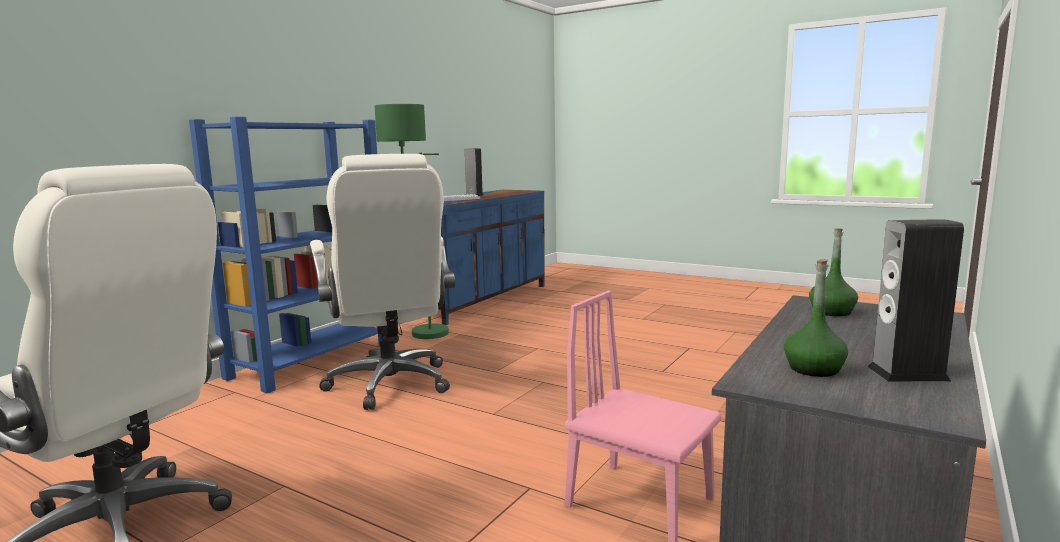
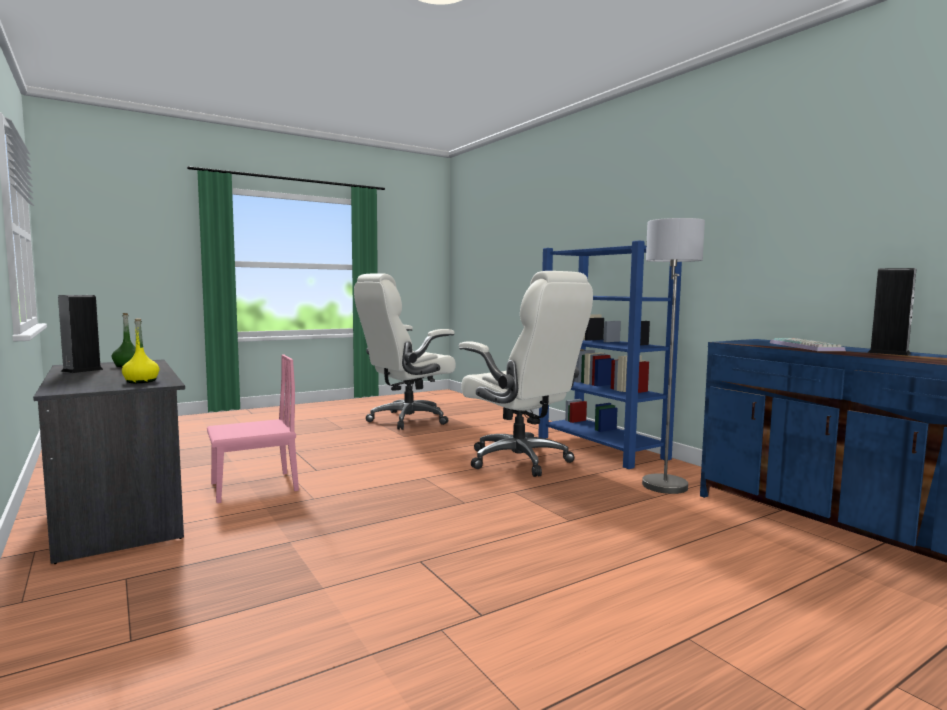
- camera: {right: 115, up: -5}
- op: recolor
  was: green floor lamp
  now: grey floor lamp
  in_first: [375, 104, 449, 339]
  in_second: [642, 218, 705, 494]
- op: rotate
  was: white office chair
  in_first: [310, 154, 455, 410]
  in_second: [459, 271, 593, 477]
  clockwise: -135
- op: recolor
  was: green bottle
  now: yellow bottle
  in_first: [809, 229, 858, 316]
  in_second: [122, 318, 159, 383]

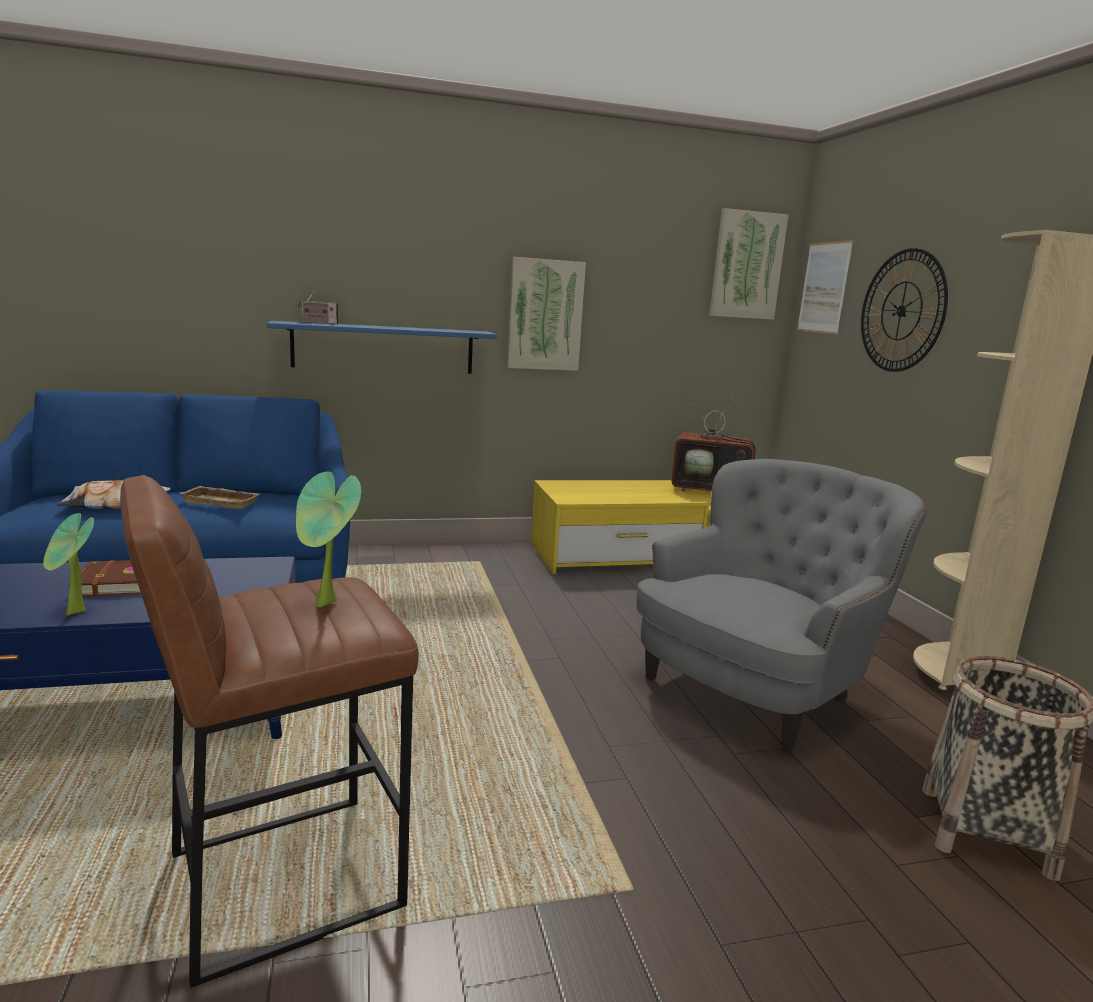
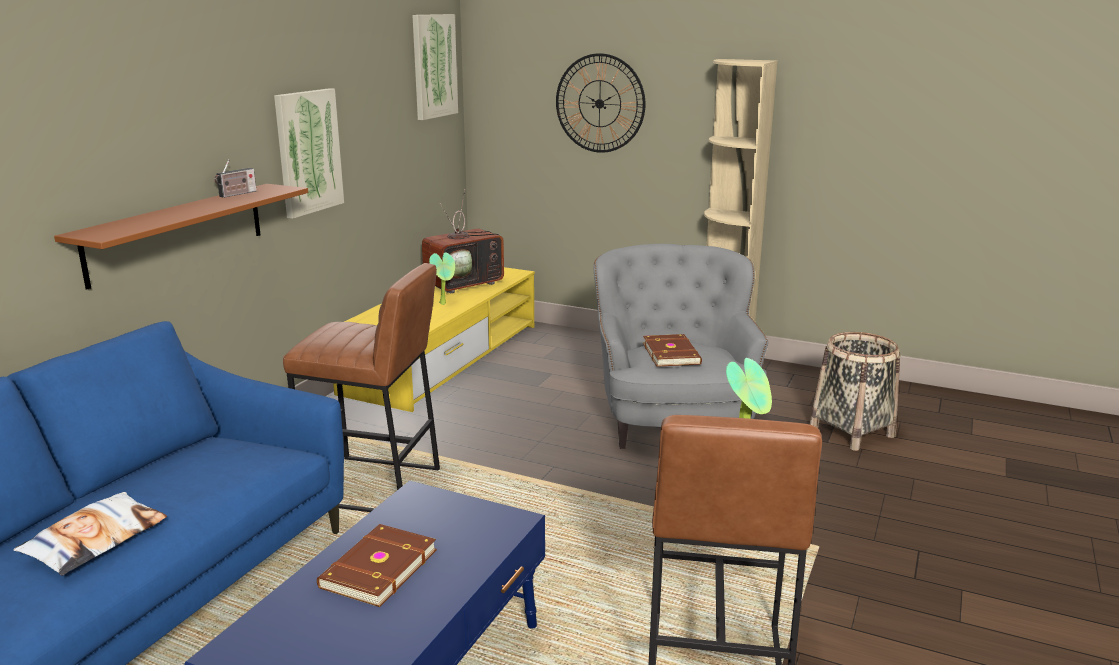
- camera: {right: -50, up: 5}
- op: delete
  was: picture
  in_first: [797, 240, 853, 335]
- op: move
  was: radio
  in_first: [298, 290, 338, 324]
  in_second: [214, 159, 257, 198]
- op: recolor
  was: blue shelf
  now: brown shelf
  in_first: [267, 321, 497, 374]
  in_second: [54, 184, 308, 290]
- op: delete
  was: beige tray
  in_first: [180, 486, 260, 509]
- op: move
  was: potted plant
  in_first: [43, 513, 94, 616]
  in_second: [429, 252, 455, 305]
- op: insert
  now: brown stool
  in_second: [283, 263, 440, 512]
- op: insert
  now: brown book
  in_second: [643, 334, 702, 367]

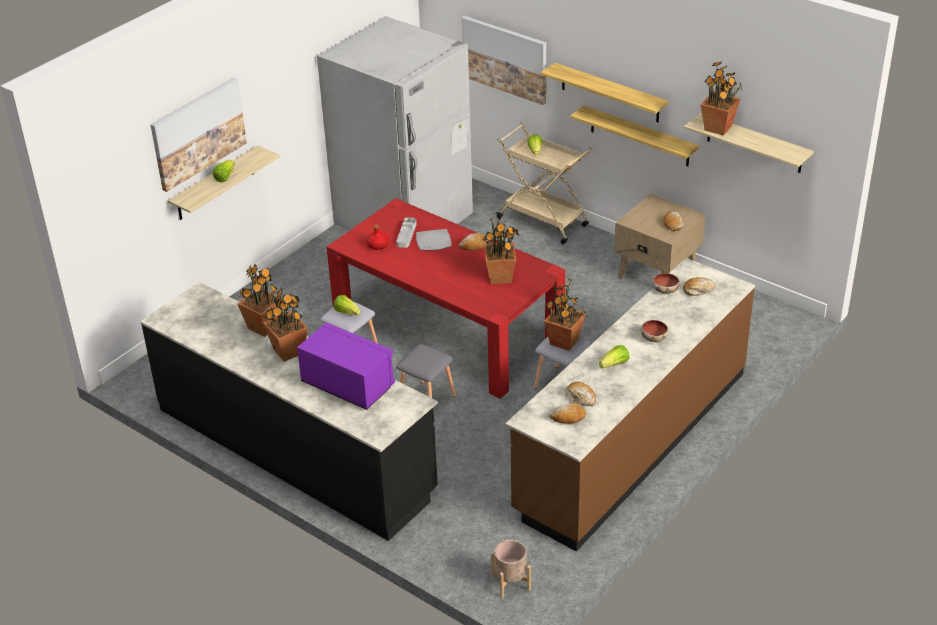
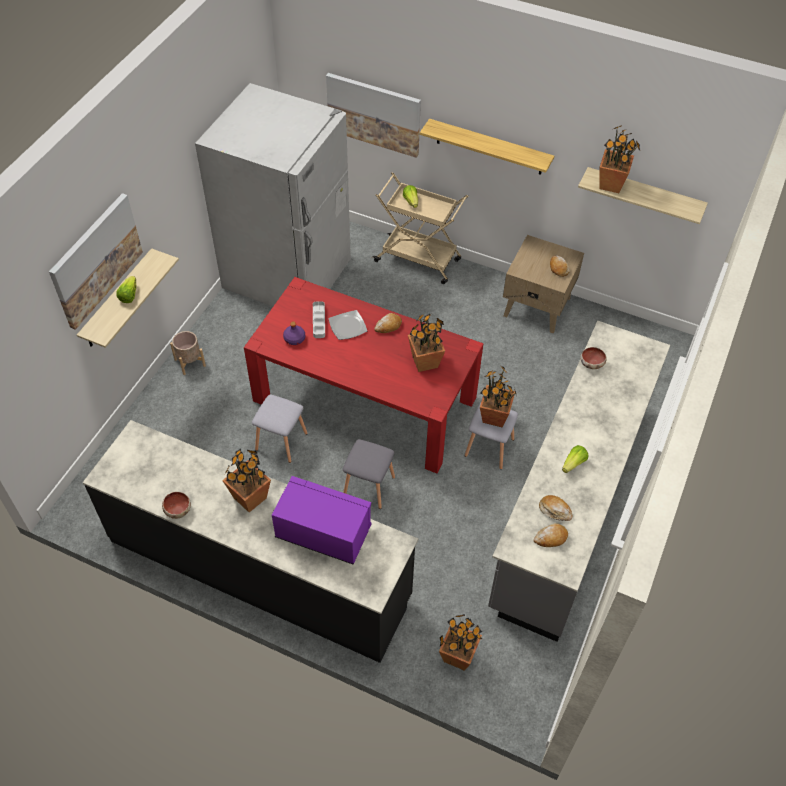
- camera: {right: -15, up: 15}
- op: delete
  was: shelf
  in_first: [570, 105, 699, 166]
- op: recolor
  was: red bottle
  now: purple bottle
  in_first: [366, 224, 389, 250]
  in_second: [283, 321, 305, 345]
- op: recolor
  was: brown counter
  now: grey counter
  in_first: [505, 258, 755, 551]
  in_second: [488, 321, 670, 642]
- op: move
  was: potted plant
  in_first: [237, 264, 283, 337]
  in_second: [439, 614, 482, 671]
- op: delete
  was: bread
  in_first: [683, 277, 716, 296]
- op: delete
  was: lettuce
  in_first: [334, 295, 360, 315]
- op: move
  was: bowl
  in_first: [641, 320, 668, 342]
  in_second: [162, 492, 191, 519]
- op: move
  was: beige planter
  in_first: [491, 540, 531, 598]
  in_second: [170, 331, 206, 375]

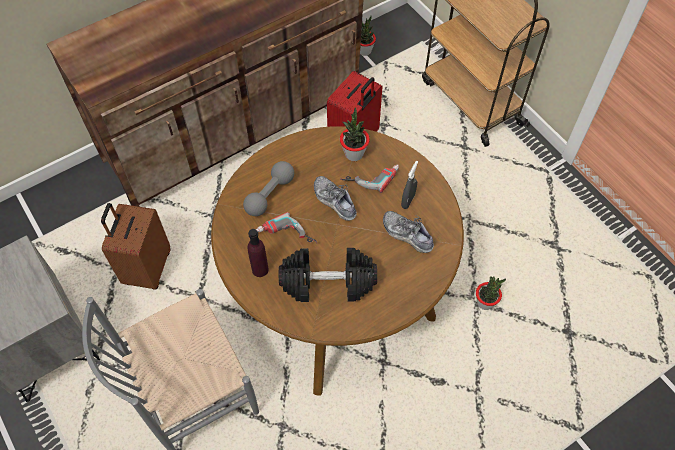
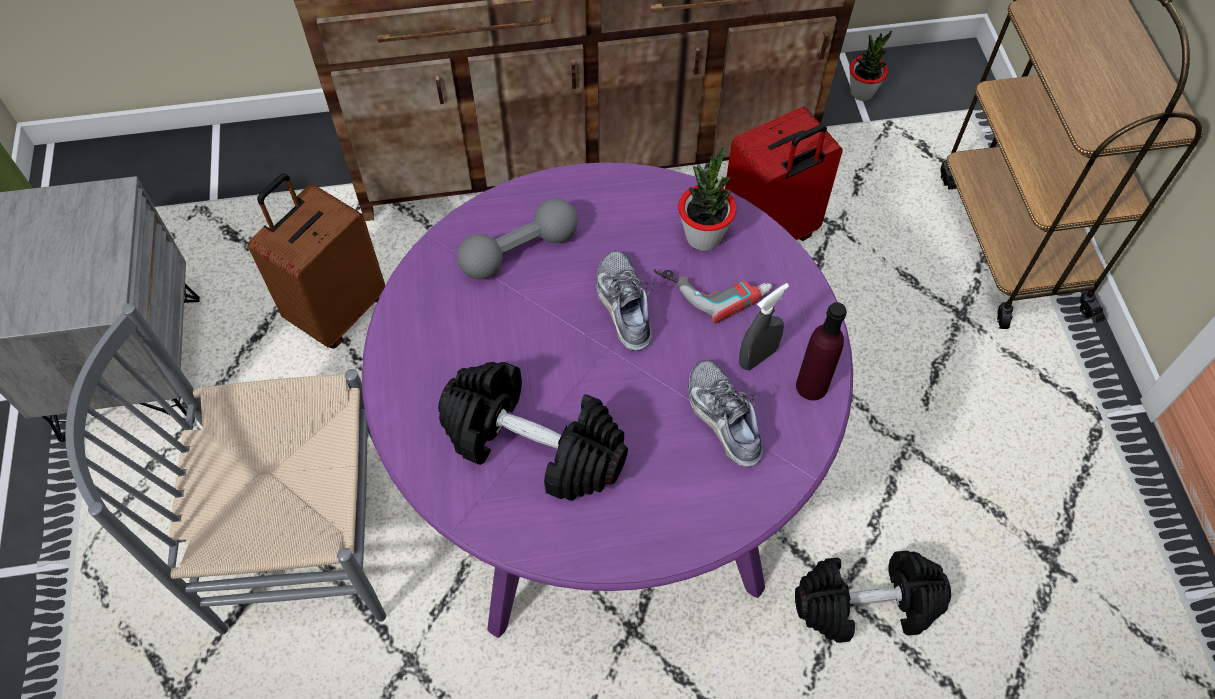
- camera: {right: 25, up: 0}
- op: recolor
  was: brown dining table
  now: purple dining table
  in_first: [211, 126, 464, 396]
  in_second: [362, 162, 853, 638]
- op: delete
  was: power drill
  in_first: [256, 212, 318, 244]
- op: move
  was: purple bottle
  in_first: [247, 229, 269, 277]
  in_second: [796, 302, 847, 400]
- op: replace
  was: potted plant
  now: black dumbbell
  in_first: [476, 276, 506, 310]
  in_second: [795, 551, 951, 643]

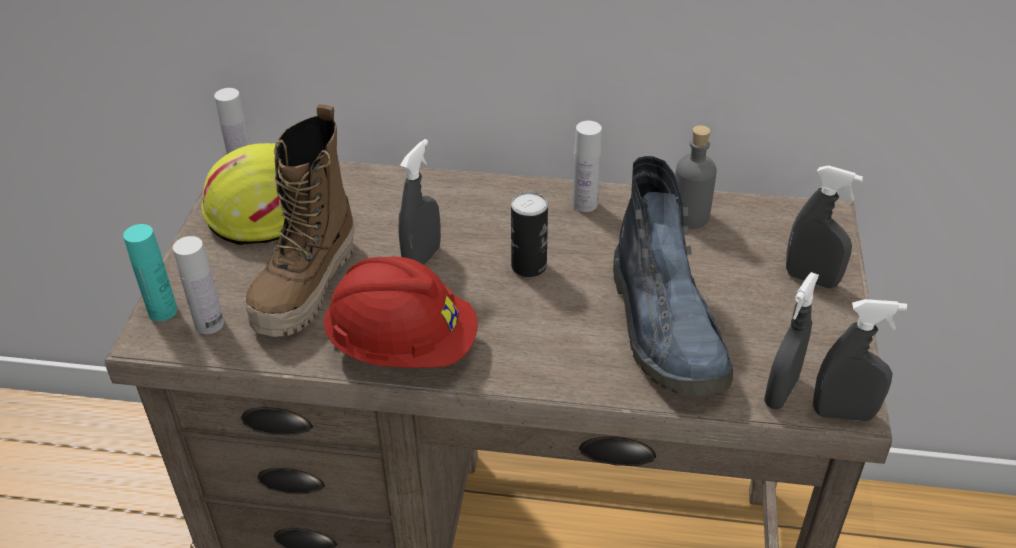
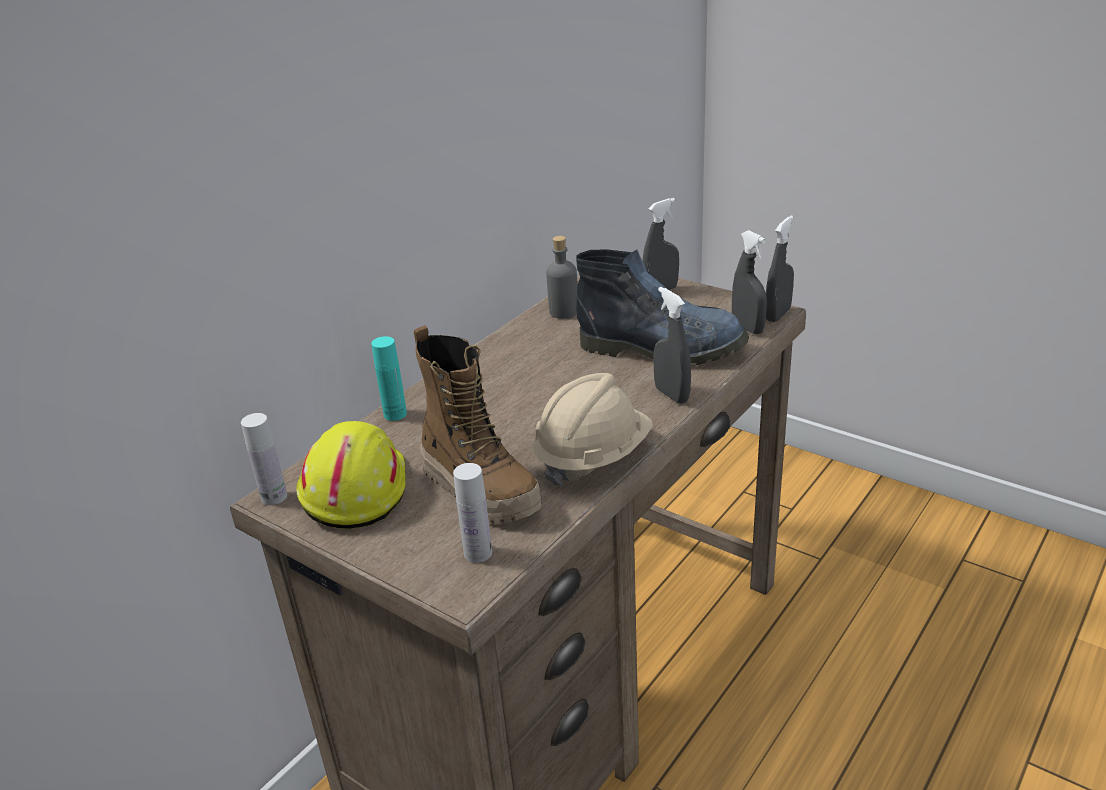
- camera: {right: -60, up: -10}
- op: delete
  was: white bottle
  in_first: [572, 121, 602, 212]
- op: move
  was: grey spray bottle
  in_first: [398, 139, 441, 265]
  in_second: [653, 287, 691, 404]
- op: delete
  was: can
  in_first: [511, 192, 548, 277]
- op: move
  was: turquoise bottle
  in_first: [123, 224, 177, 321]
  in_second: [371, 336, 407, 421]
- op: recolor
  was: red hard hat
  now: beige hard hat
  in_first: [323, 256, 478, 368]
  in_second: [533, 373, 653, 486]

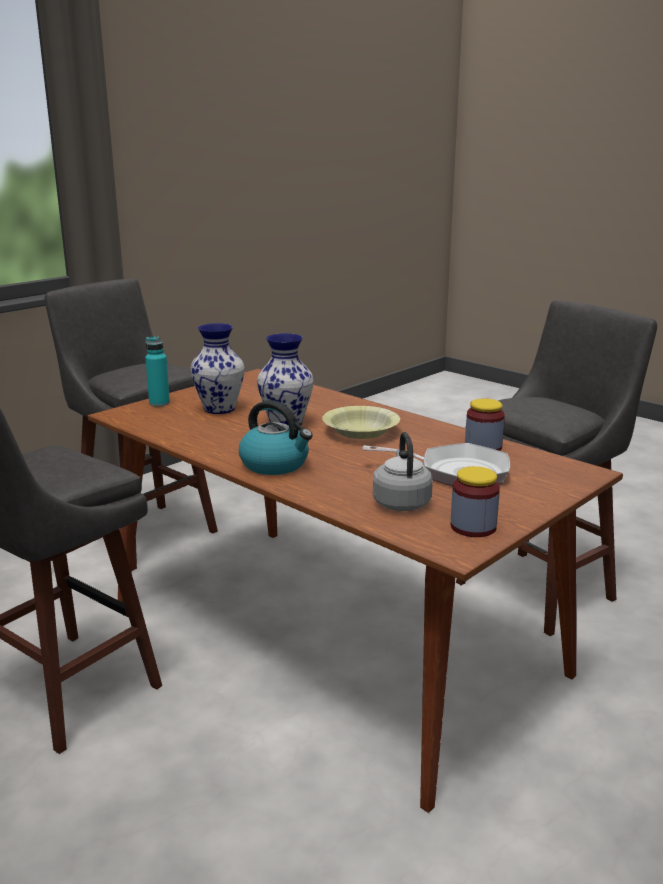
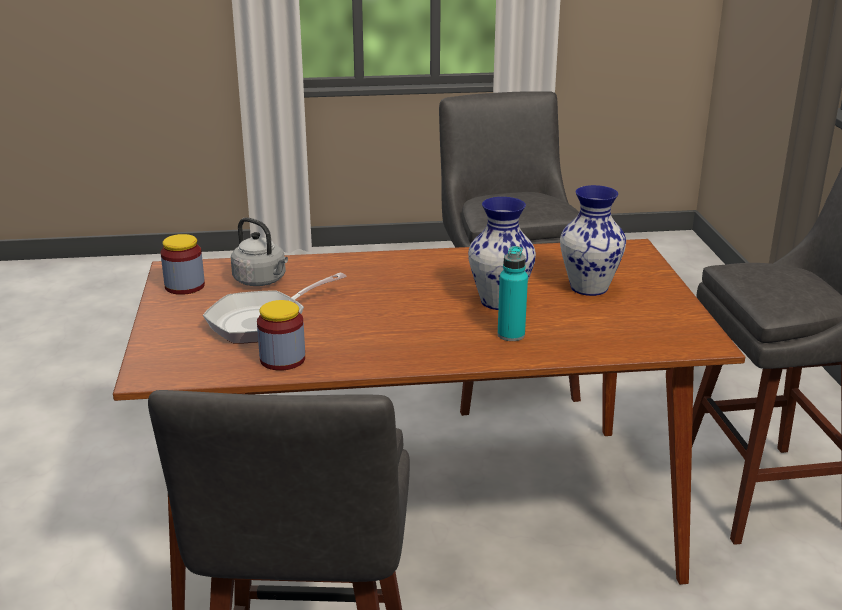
- camera: {right: 130, up: 5}
- op: move
  was: turquoise bottle
  in_first: [145, 336, 170, 407]
  in_second: [498, 246, 528, 341]
- op: delete
  was: kettle
  in_first: [239, 400, 313, 475]
- op: delete
  was: yellow bowl
  in_first: [322, 406, 400, 439]

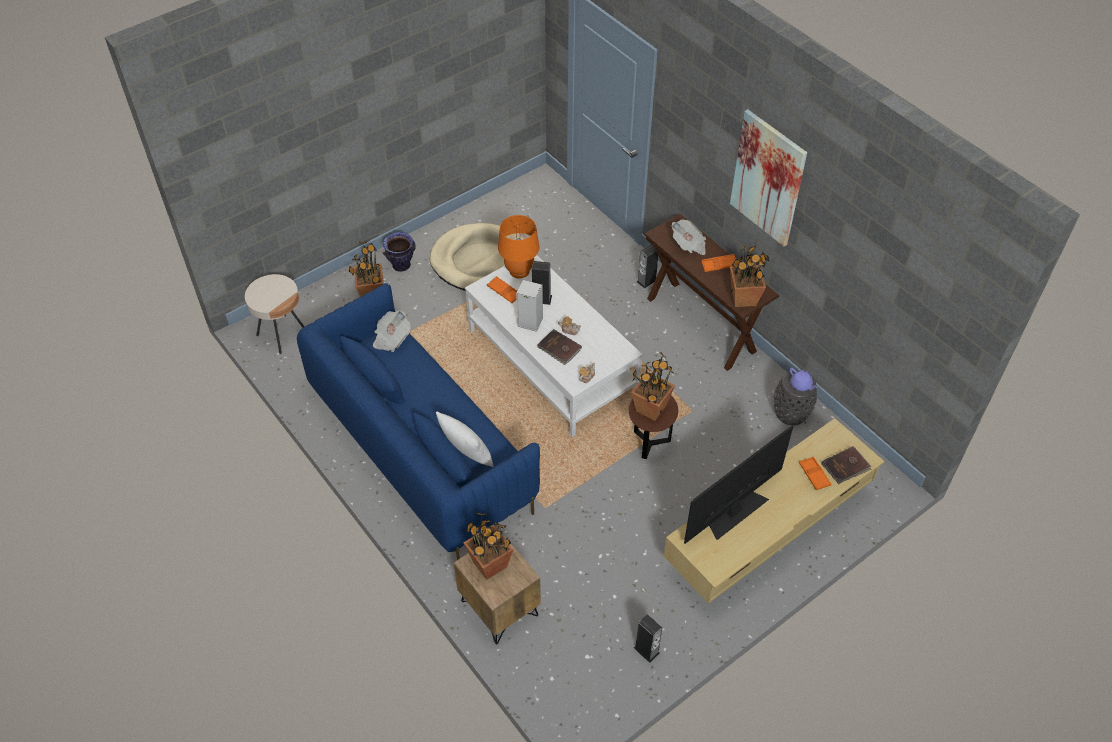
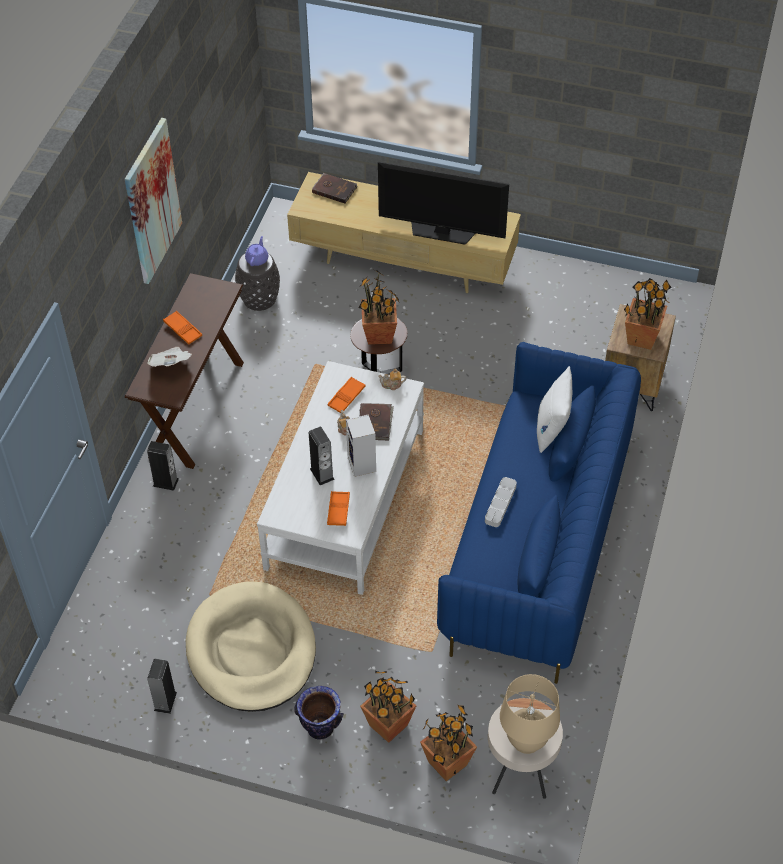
- camera: {right: -125, up: 0}
- op: delete
  was: orange table lamp
  in_first: [498, 215, 539, 278]
- op: move
  was: potted plant
  in_first: [730, 245, 769, 307]
  in_second: [420, 704, 477, 781]
- op: delete
  was: newspaper
  in_first: [373, 311, 411, 352]
- op: move
  was: orange tray
  in_first: [799, 457, 831, 490]
  in_second: [327, 377, 365, 413]
- op: move
  was: speaker
  in_first: [634, 614, 662, 663]
  in_second: [147, 659, 177, 714]
- op: insert
  now: grey tray
  in_second: [485, 477, 517, 527]
- op: insert
  now: beige table lamp
  in_second: [500, 674, 560, 754]

